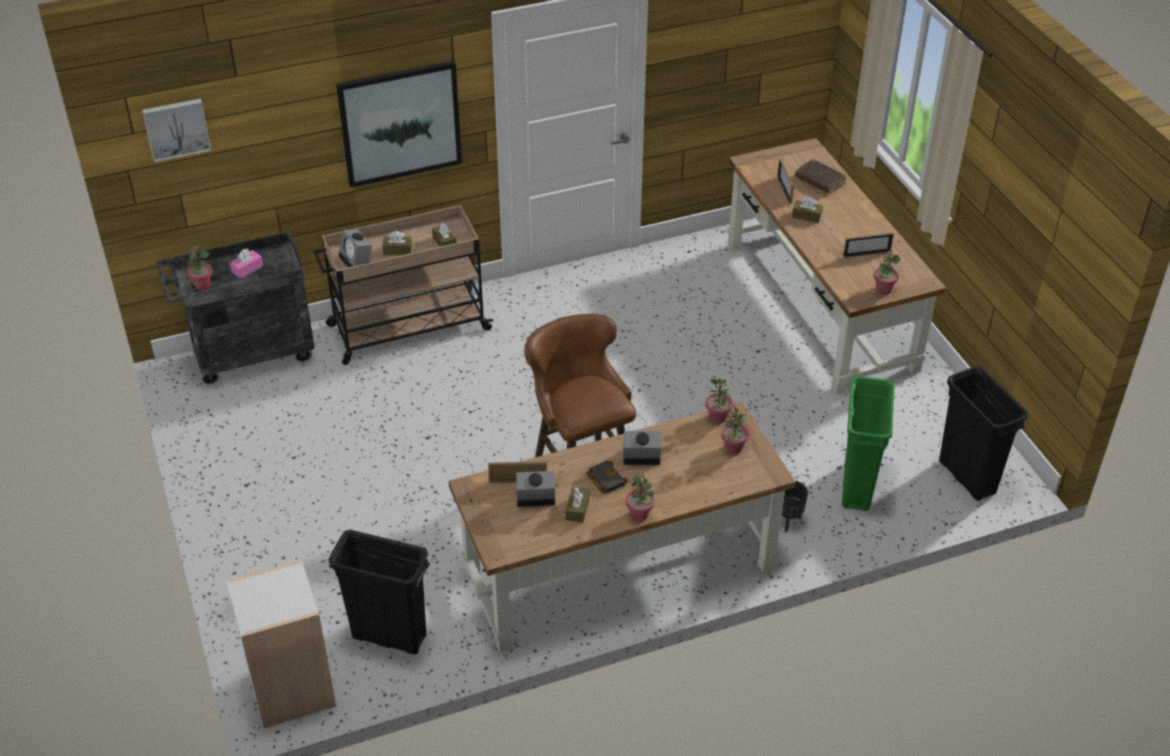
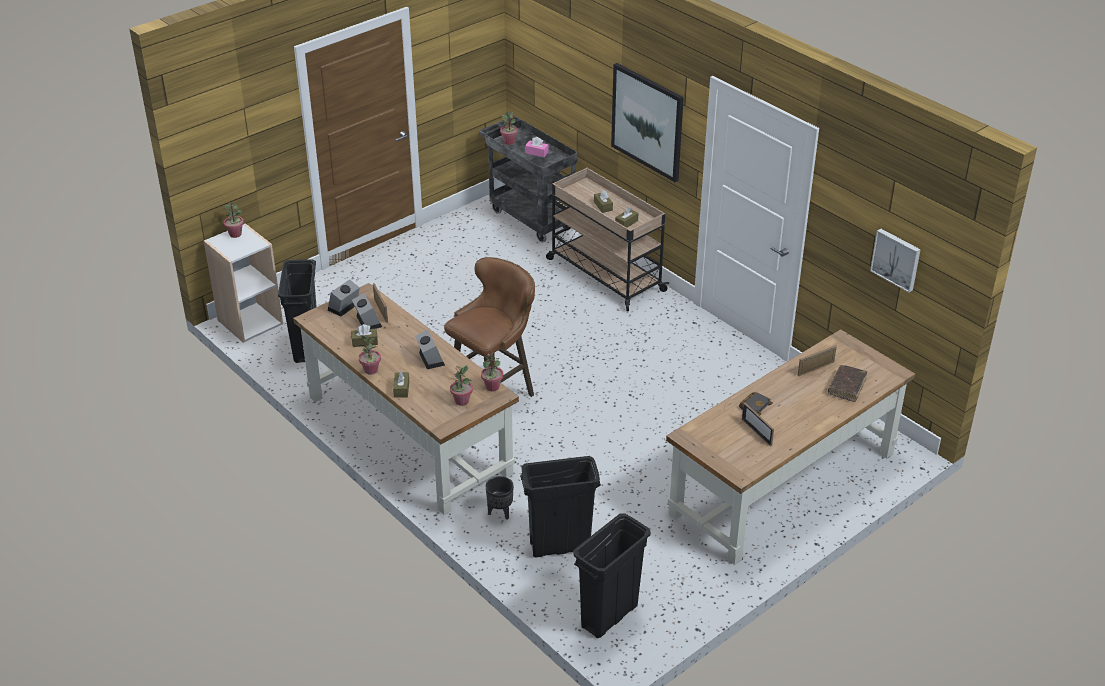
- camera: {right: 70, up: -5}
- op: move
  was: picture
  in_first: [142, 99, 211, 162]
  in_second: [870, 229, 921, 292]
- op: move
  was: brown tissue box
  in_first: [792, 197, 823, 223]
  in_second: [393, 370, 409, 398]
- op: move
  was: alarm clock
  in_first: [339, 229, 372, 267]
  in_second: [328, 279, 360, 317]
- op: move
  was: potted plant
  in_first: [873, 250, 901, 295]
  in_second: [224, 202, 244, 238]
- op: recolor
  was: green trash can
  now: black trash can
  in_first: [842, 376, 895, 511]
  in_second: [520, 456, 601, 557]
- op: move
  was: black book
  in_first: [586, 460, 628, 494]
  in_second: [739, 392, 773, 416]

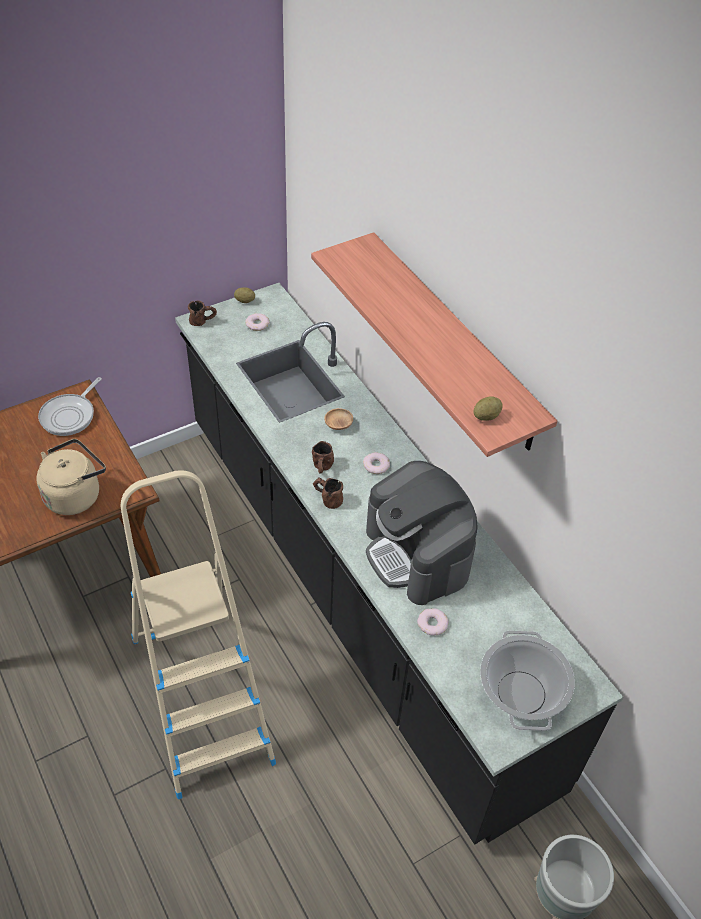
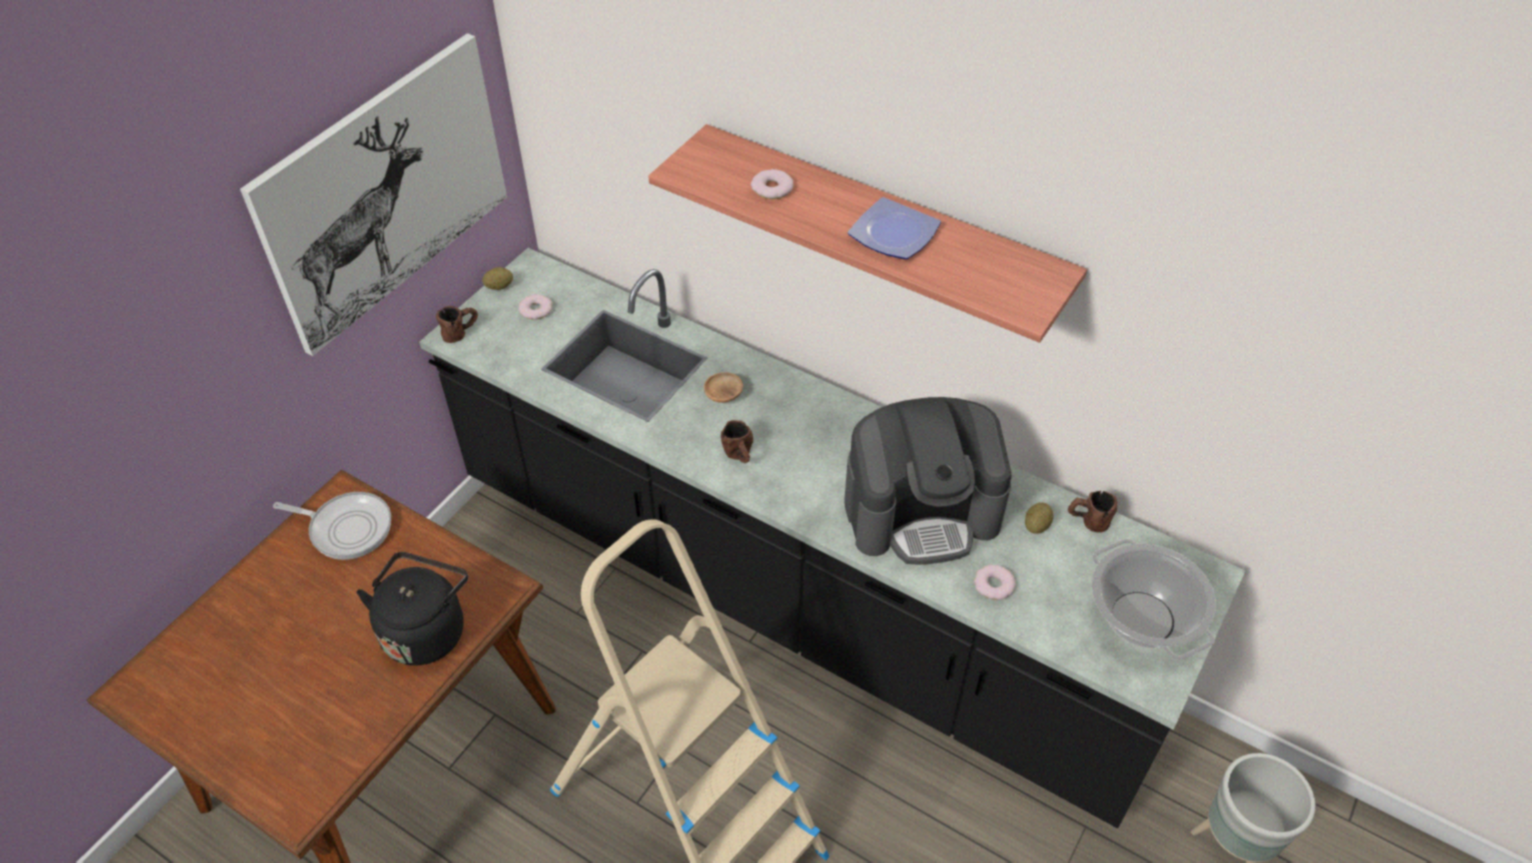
- camera: {right: -25, up: 0}
- op: rotate
  was: frying pan
  in_first: [38, 377, 102, 436]
  in_second: [273, 492, 391, 560]
  clockwise: -75
- op: move
  was: potato
  in_first: [473, 396, 503, 421]
  in_second: [1025, 503, 1053, 534]
- op: recolor
  was: beige kettle
  now: black kettle
  in_first: [36, 439, 106, 515]
  in_second: [356, 552, 468, 666]
- op: move
  was: donut
  in_first: [363, 452, 390, 474]
  in_second: [751, 169, 794, 199]
- op: rotate
  was: coffee machine
  in_first: [366, 461, 478, 605]
  in_second: [844, 397, 1012, 565]
  clockwise: -45
- op: move
  was: brown mug
  in_first: [313, 477, 343, 509]
  in_second: [1068, 491, 1117, 532]
- op: insert
  now: picture
  in_second: [240, 33, 507, 356]
- op: insert
  now: plate
  in_second: [848, 197, 941, 259]

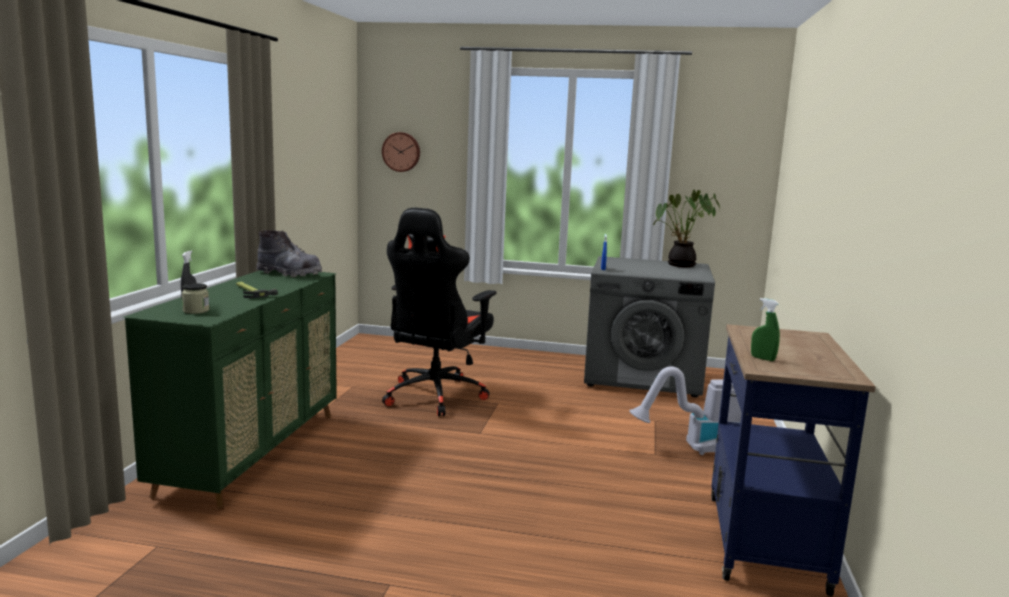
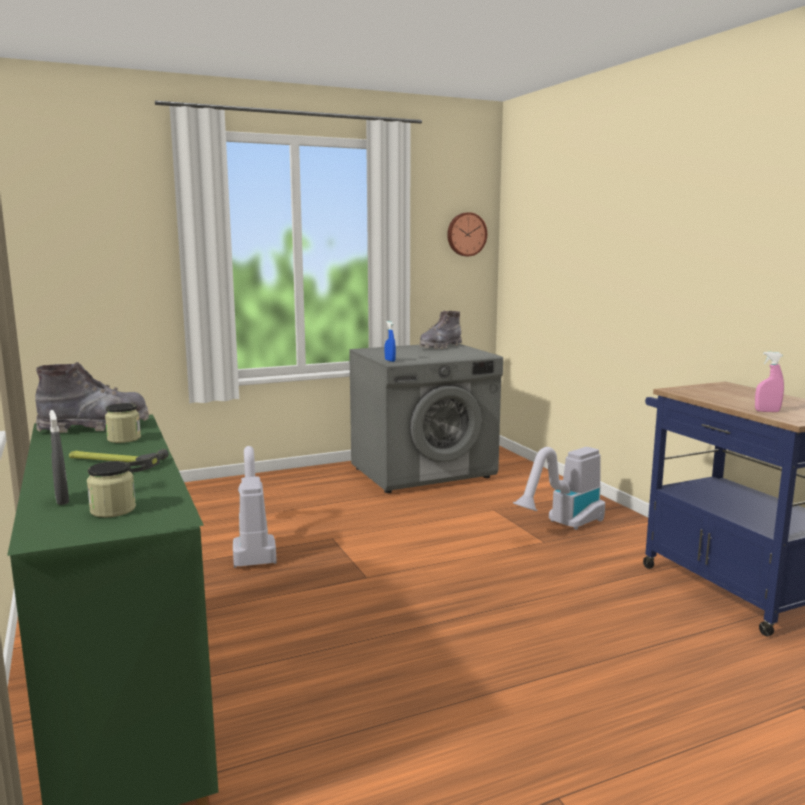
- camera: {right: -35, up: 0}
- op: move
  was: wall clock
  in_first: [382, 132, 420, 172]
  in_second: [447, 212, 487, 256]
- op: replace
  was: potted plant
  now: grey boot
  in_first: [653, 189, 720, 267]
  in_second: [419, 311, 462, 349]
- op: replace
  was: black office chair
  now: vacuum cleaner
  in_first: [382, 208, 497, 416]
  in_second: [233, 446, 277, 568]
- op: recolor
  was: green spray bottle
  now: pink spray bottle
  in_first: [751, 298, 780, 361]
  in_second: [755, 352, 784, 412]
- op: insert
  now: jar
  in_second: [105, 403, 141, 443]

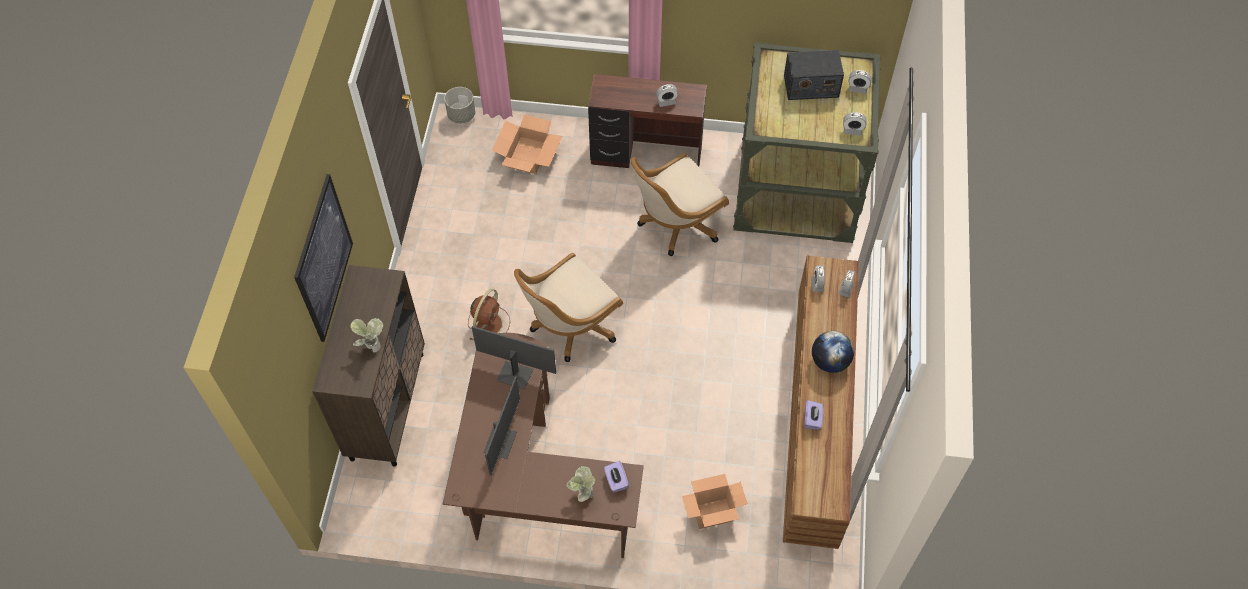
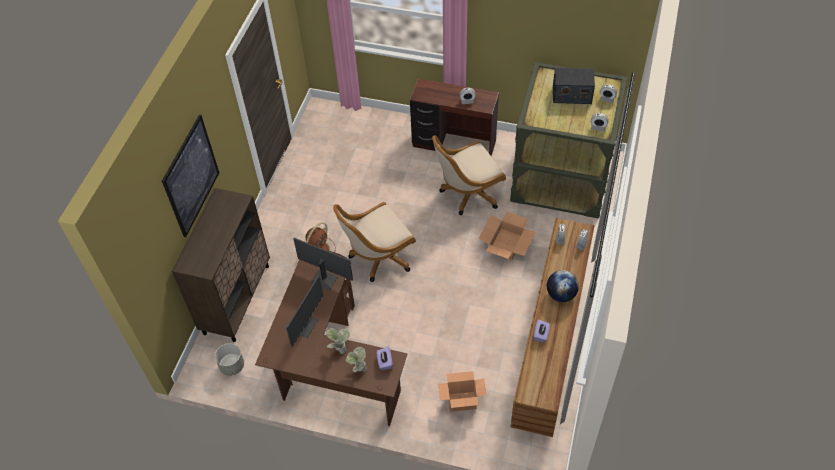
- camera: {right: 10, up: -5}
- op: move
  was: grey planter
  in_first: [444, 87, 476, 124]
  in_second: [215, 343, 244, 376]
- op: move
  was: cardboard box
  in_first: [492, 115, 562, 174]
  in_second: [479, 212, 536, 260]
- op: move
  was: potted plant
  in_first: [351, 318, 383, 353]
  in_second: [326, 328, 350, 354]

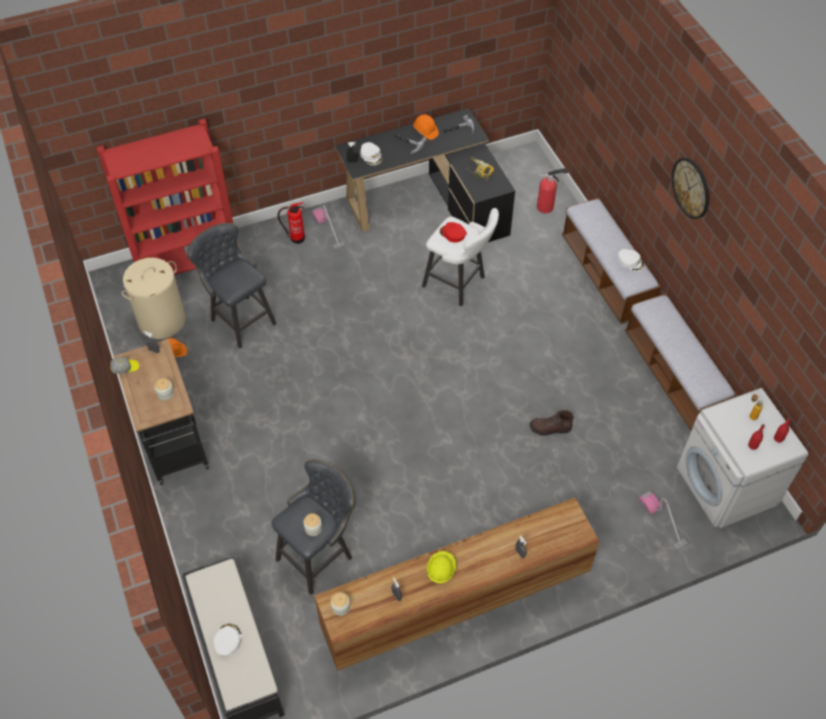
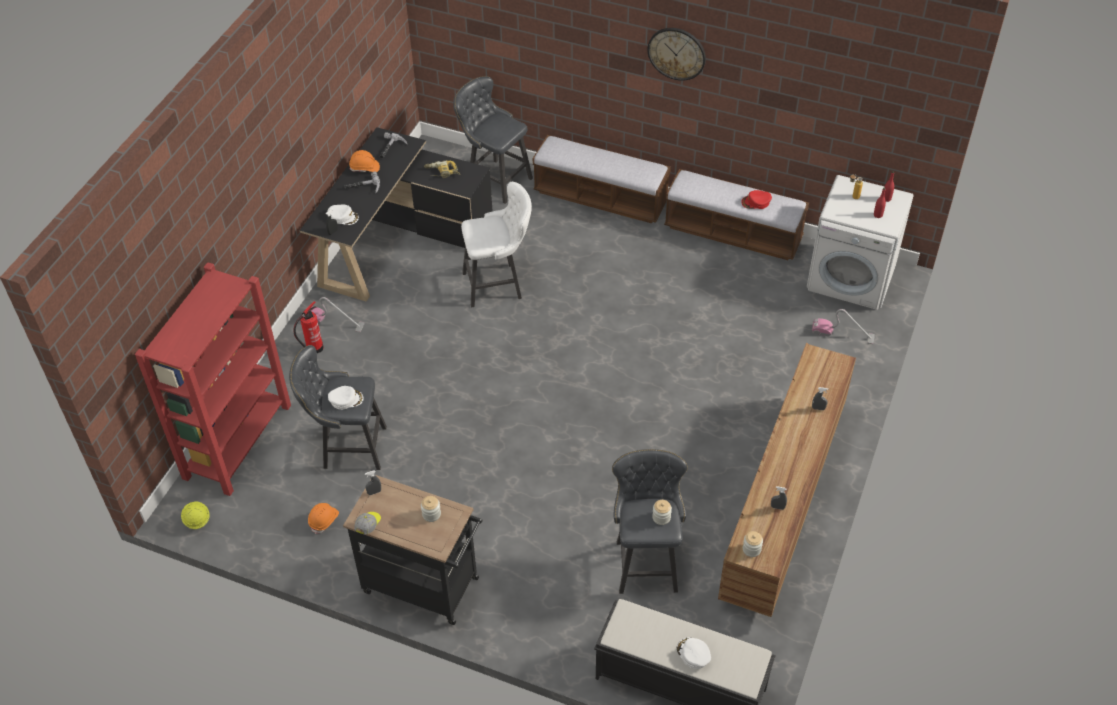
- camera: {right: -45, up: -5}
- op: replace
  was: fire extinguisher
  now: grey stool
  in_first: [537, 168, 568, 213]
  in_second: [453, 76, 533, 204]
- op: move
  was: red cap
  in_first: [440, 222, 467, 243]
  in_second: [741, 190, 772, 209]
- op: move
  was: white cap
  in_first: [618, 249, 645, 271]
  in_second: [328, 386, 364, 410]
- op: delete
  was: beige laundry basket
  in_first: [122, 258, 185, 339]
- op: delete
  was: brown boot
  in_first: [529, 410, 574, 436]
- op: move
  was: yellow hard hat
  in_first: [427, 551, 456, 583]
  in_second: [181, 502, 209, 529]

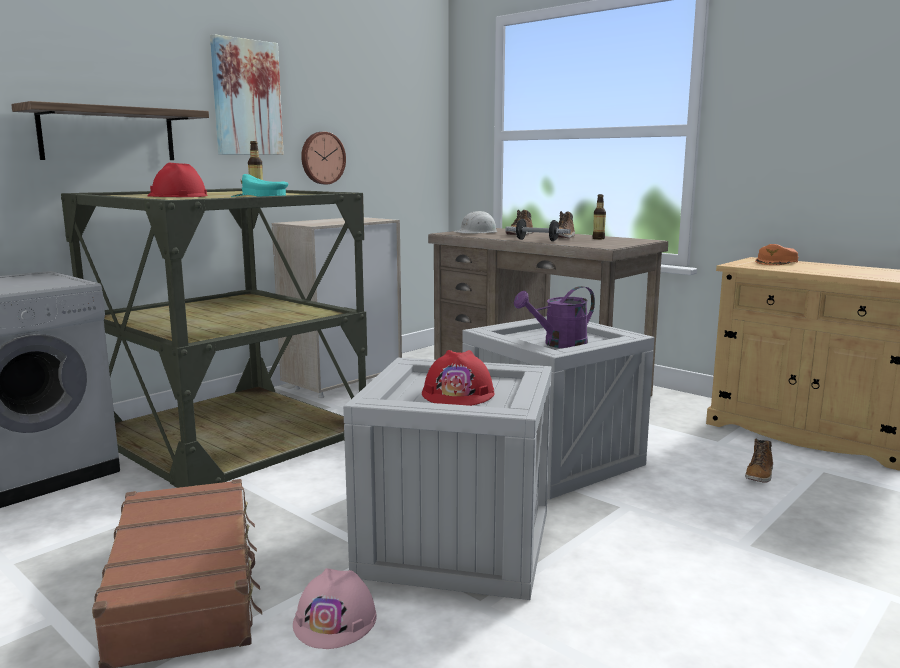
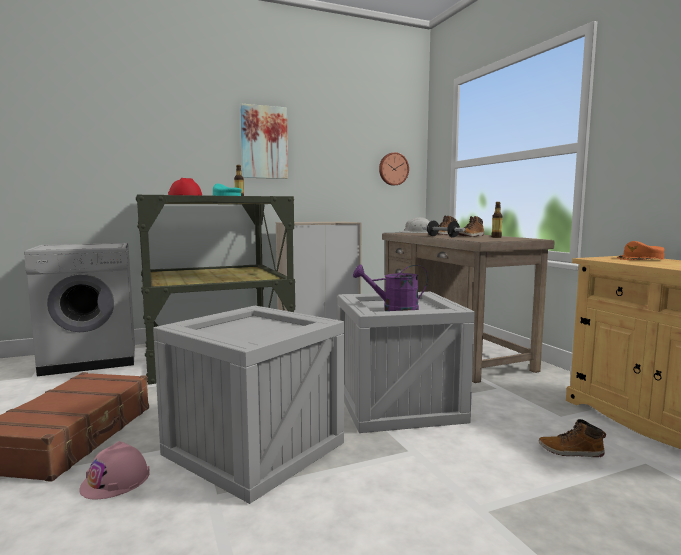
- camera: {right: 25, up: -5}
- op: delete
  was: shelf
  in_first: [11, 101, 209, 160]
- op: move
  was: wall clock
  in_first: [301, 132, 346, 184]
  in_second: [379, 152, 409, 186]
- op: delete
  was: red hard hat
  in_first: [422, 350, 495, 406]
- op: rotate
  was: boot
  in_first: [745, 438, 773, 483]
  in_second: [539, 419, 606, 457]
  clockwise: 45

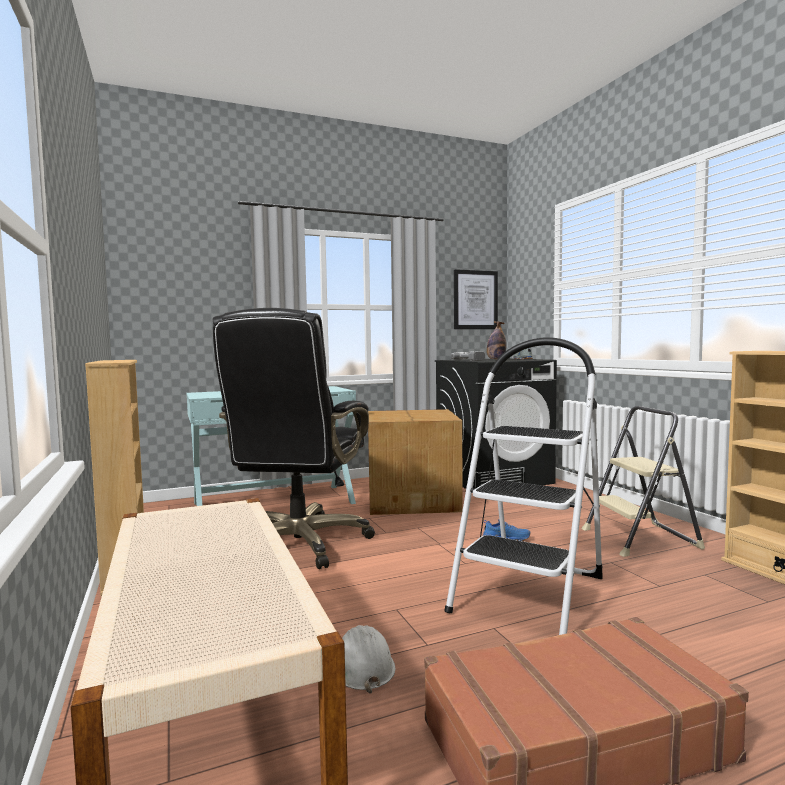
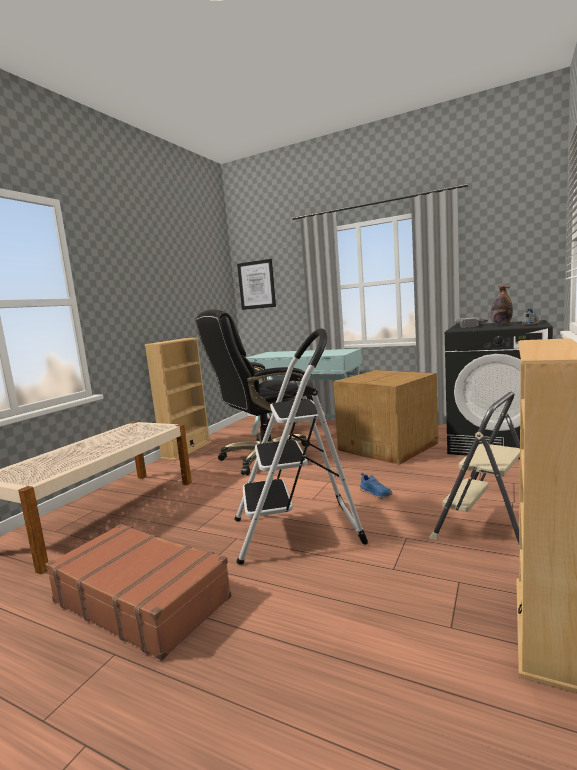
- camera: {right: 50, up: 5}
- op: move
  was: picture
  in_first: [454, 269, 498, 329]
  in_second: [237, 259, 276, 310]
- op: delete
  was: white hard hat
  in_first: [342, 625, 395, 694]

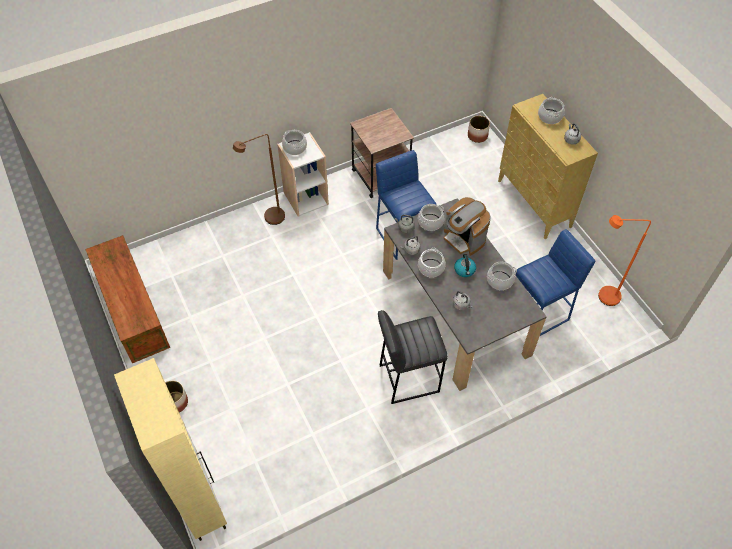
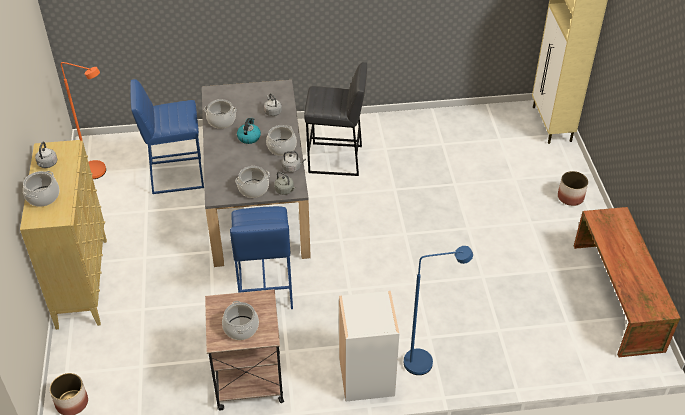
- camera: {right: -160, up: -10}
- op: move
  was: cooking pot
  in_first: [282, 130, 307, 155]
  in_second: [222, 301, 259, 340]
- op: recolor
  was: brown floor lamp
  now: blue floor lamp
  in_first: [233, 134, 285, 225]
  in_second: [404, 246, 473, 375]
- op: delete
  was: coffee machine
  in_first: [443, 197, 491, 256]

